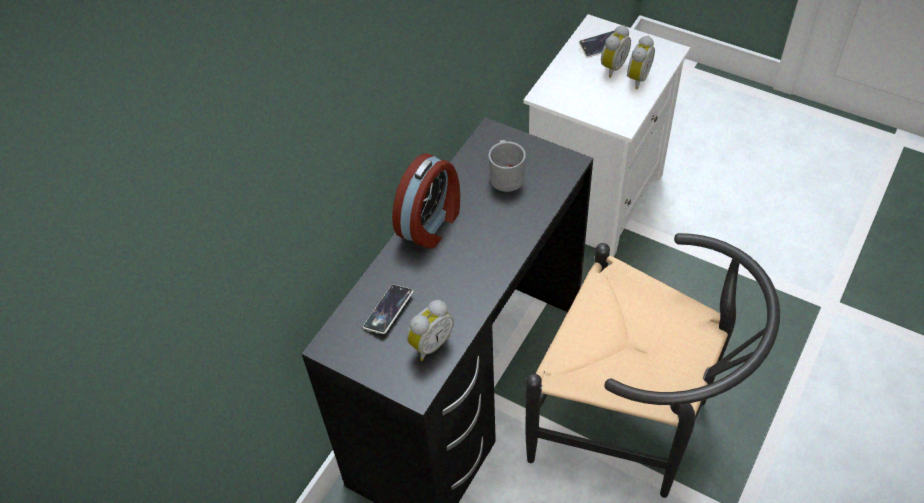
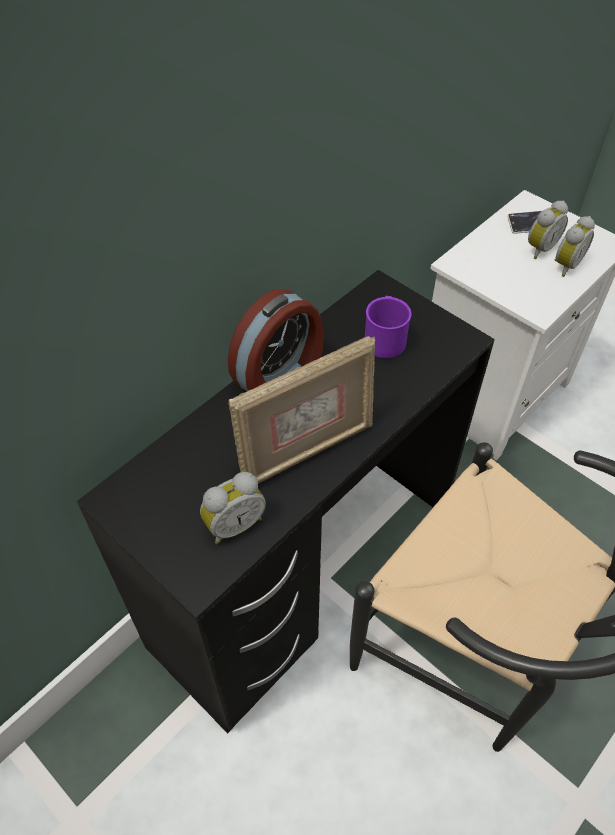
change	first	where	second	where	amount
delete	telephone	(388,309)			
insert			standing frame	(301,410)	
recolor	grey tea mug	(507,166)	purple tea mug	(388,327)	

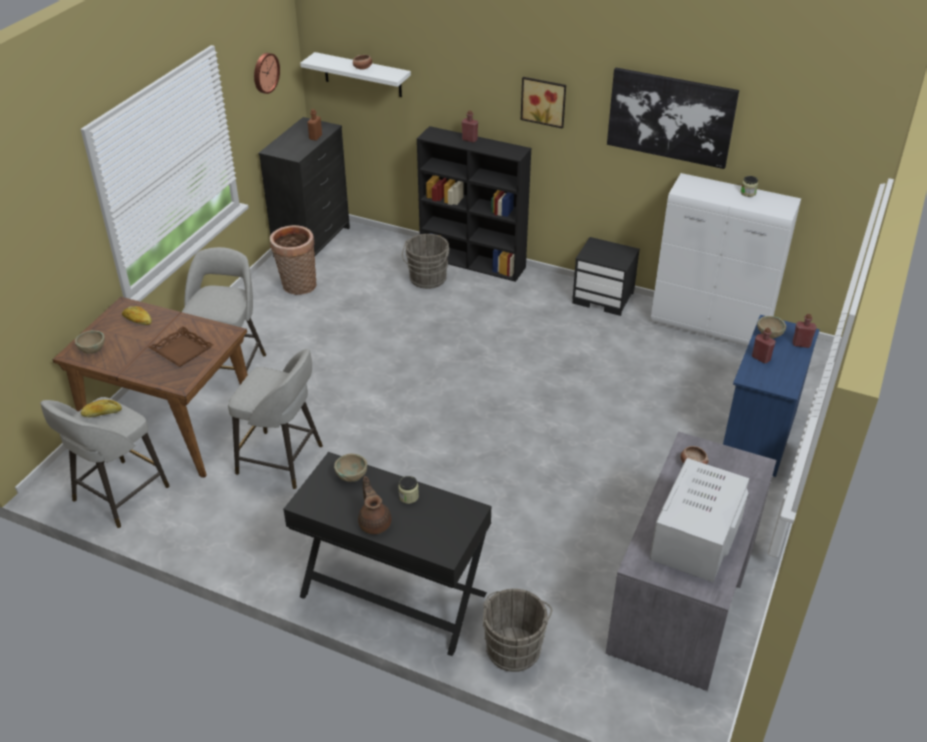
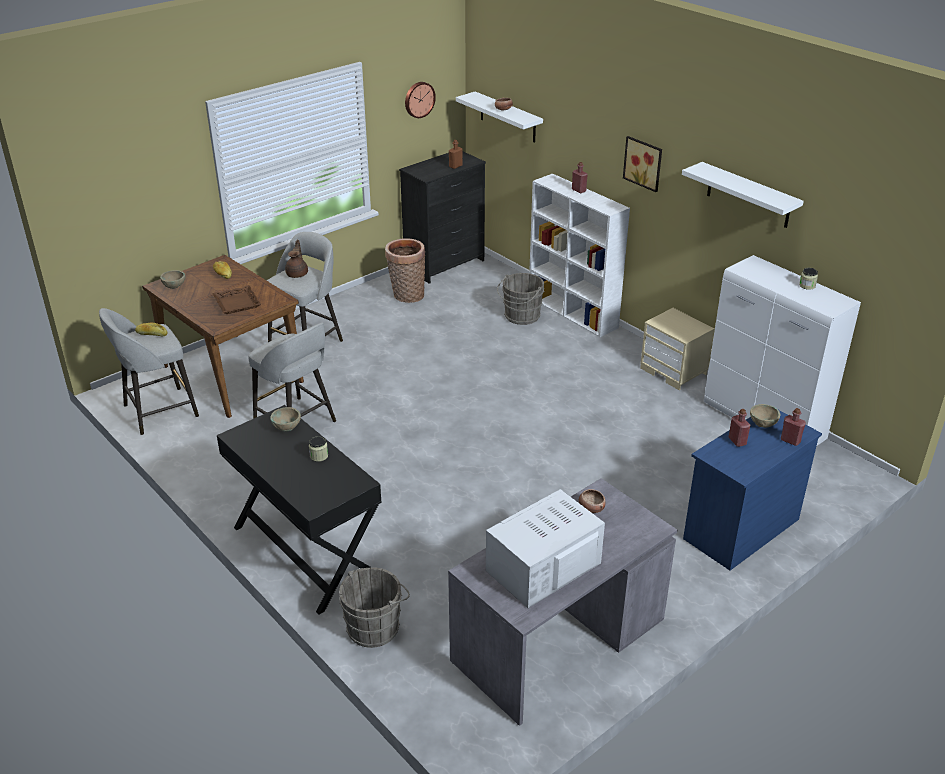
change	first	where	second	where	amount
move	brown-coloured teapot	(374,505)		(296,259)	
replace	picture	(673,118)	whitish bracket shelf	(743,195)	
recolor	black shelving unit	(474,204)	whitish shelving unit	(579,255)	
recolor	black bedside table	(606,276)	sand-coloured bedside table	(677,349)	

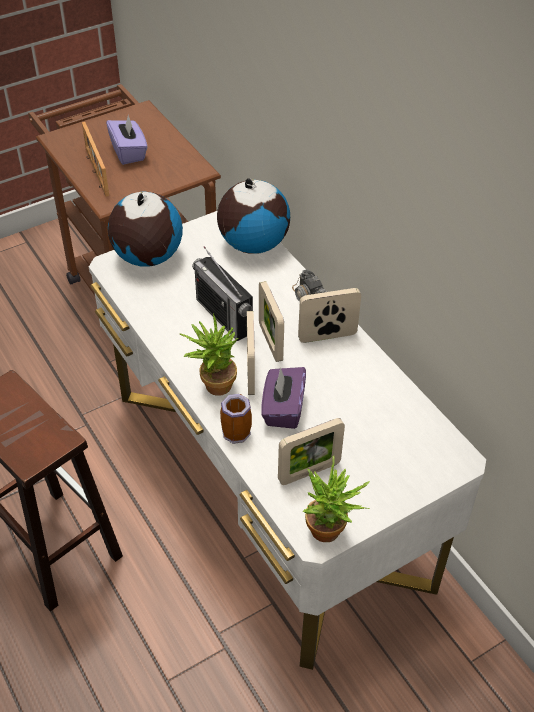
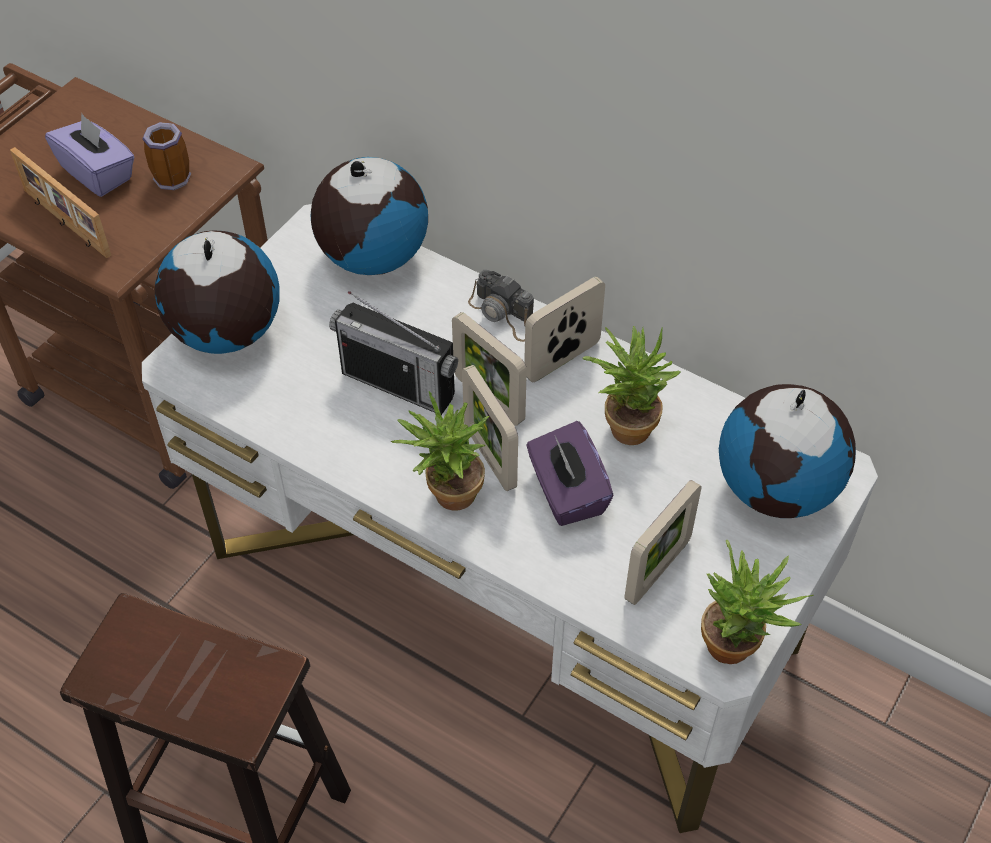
change	first	where	second	where	amount
insert			plant in a pot	(632,385)	
insert			desk globe	(787,451)	
move	tea mug	(236,419)		(166,156)	

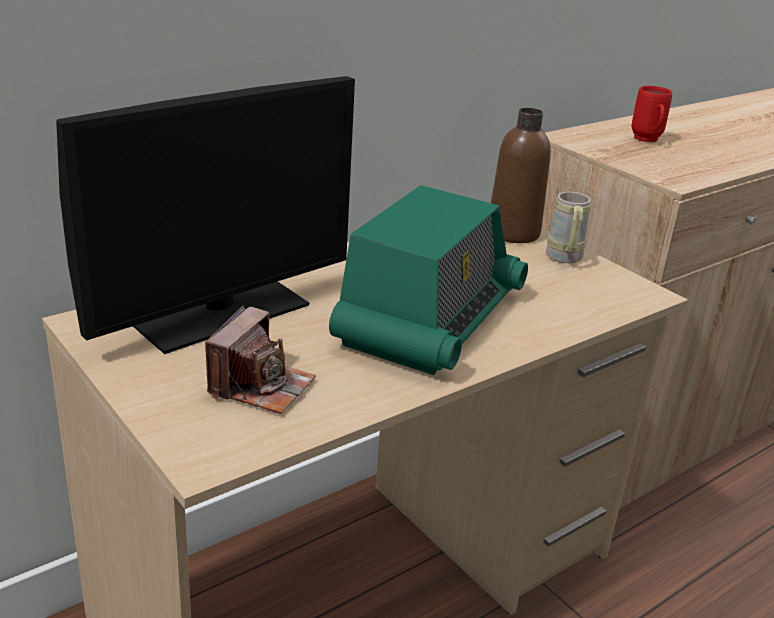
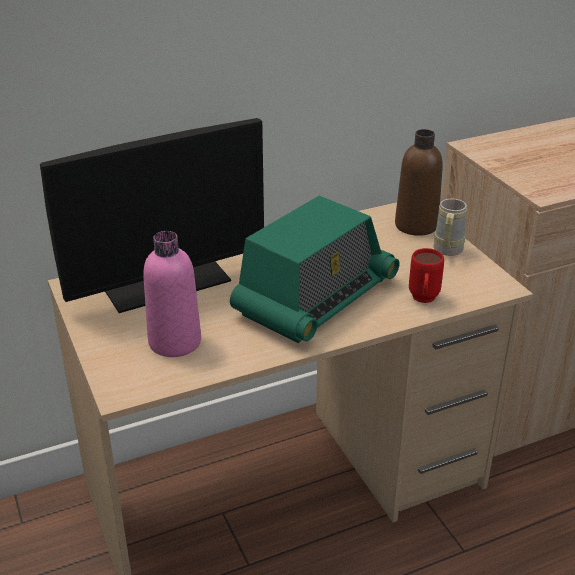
change	first	where	second	where	amount
move	red-coloured tea mug	(651,114)		(426,275)	
replace	photo camera	(260,359)	pinkish bottle	(172,294)	

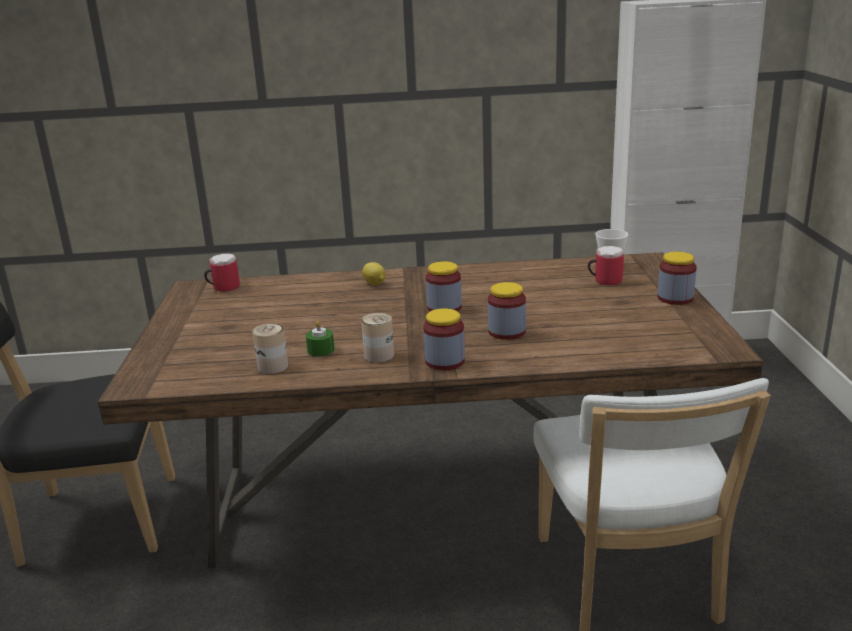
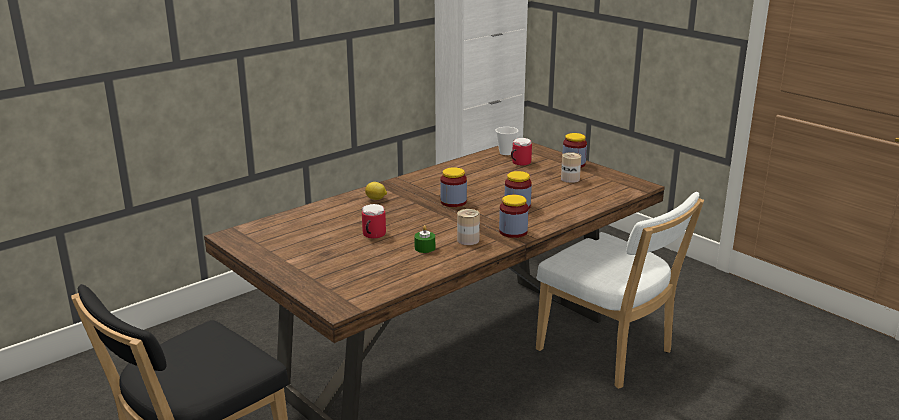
change	first	where	second	where	amount
move	tea mug	(222,273)		(374,221)	
move	metal can	(270,348)		(571,167)	

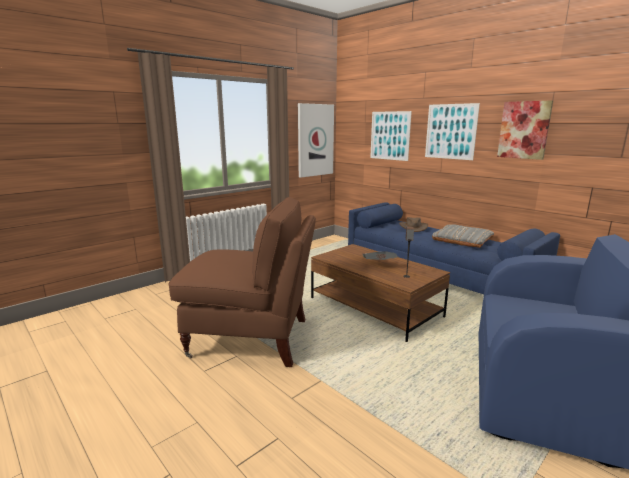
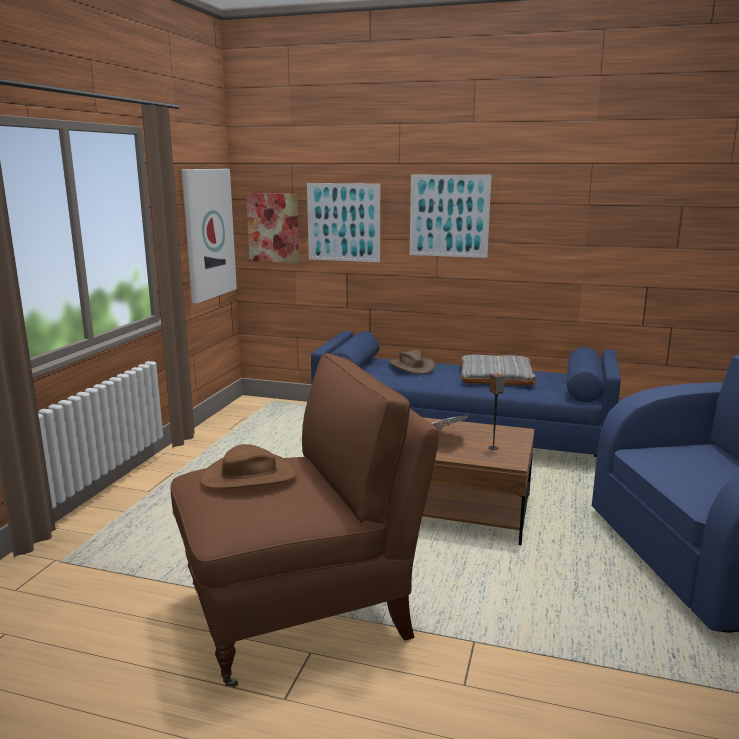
change	first	where	second	where	amount
insert			brown-coloured hat	(249,466)	
move	picture	(525,130)		(272,228)	

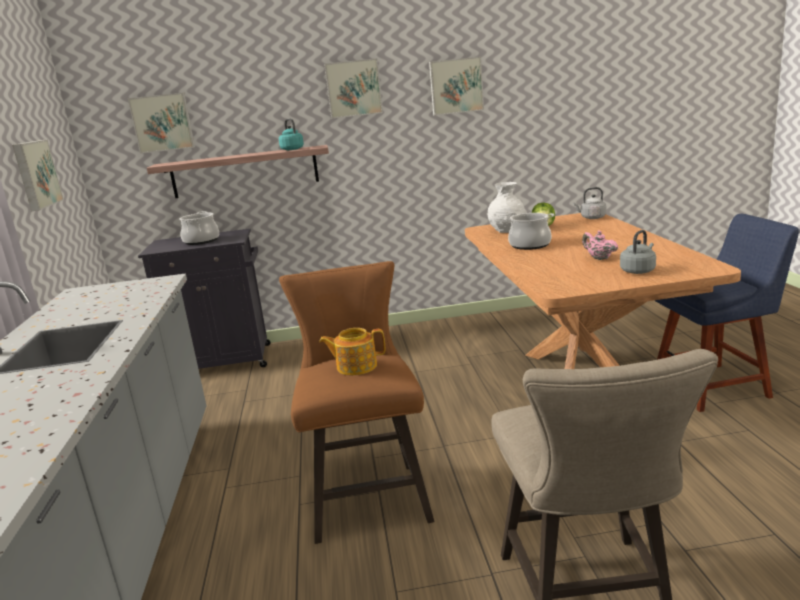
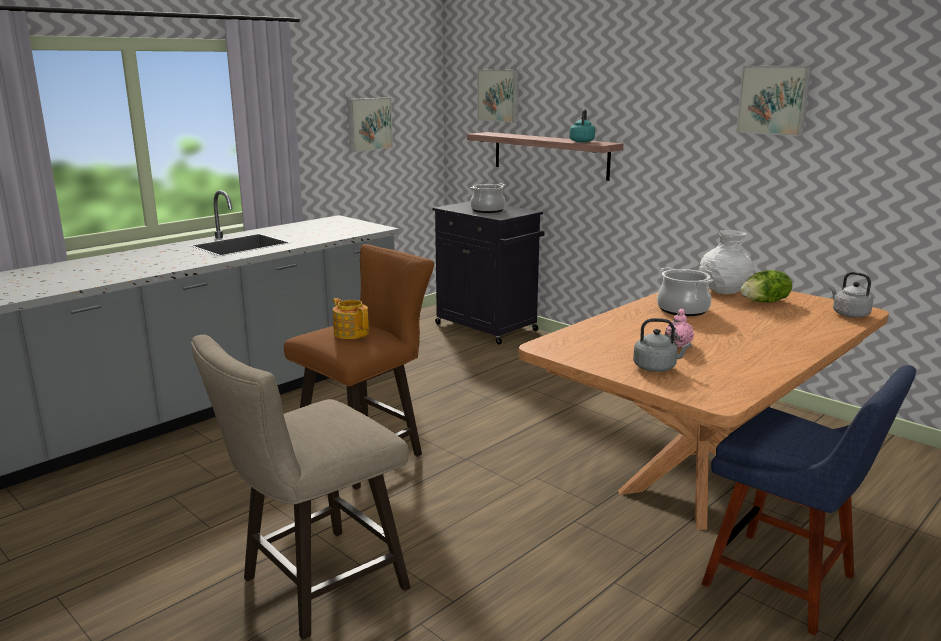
change	first	where	second	where	amount
delete	picture	(353,88)			

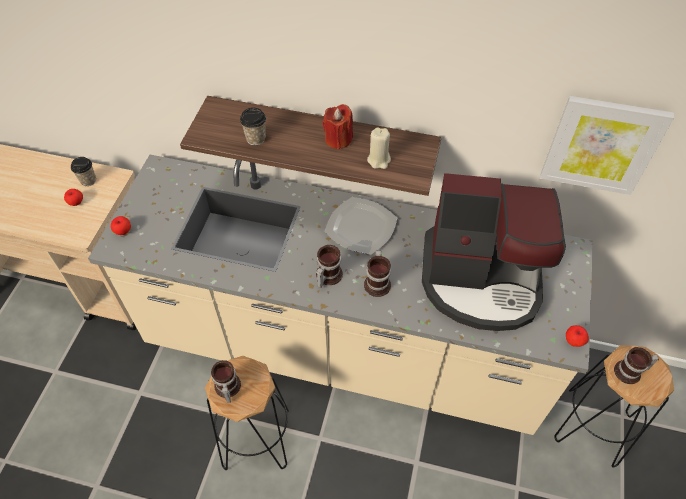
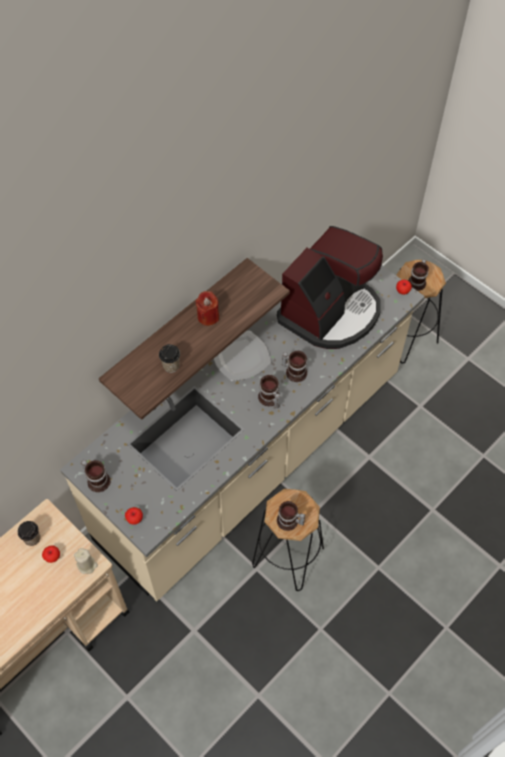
change	first	where	second	where	amount
delete	picture	(607,145)			
insert			tea mug	(95,476)	
move	sand-coloured wax candle	(379,148)		(86,561)	

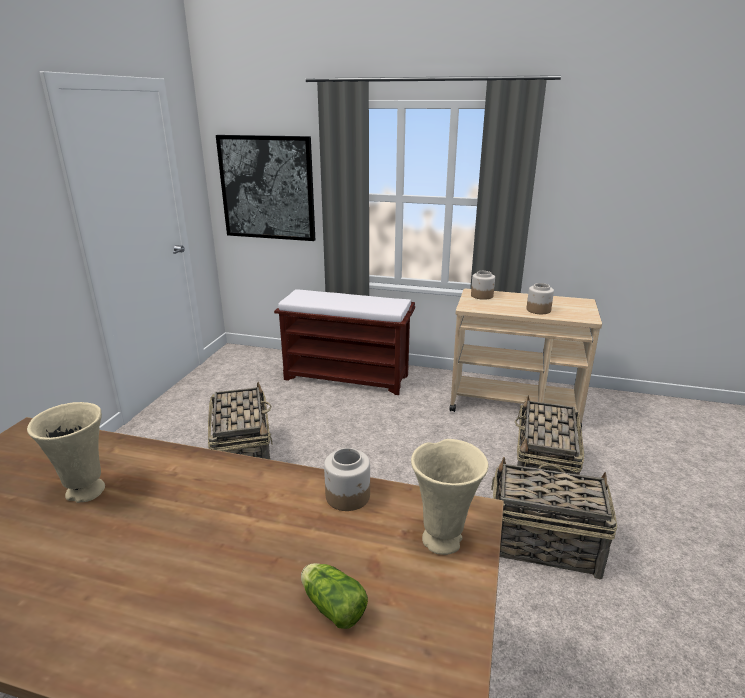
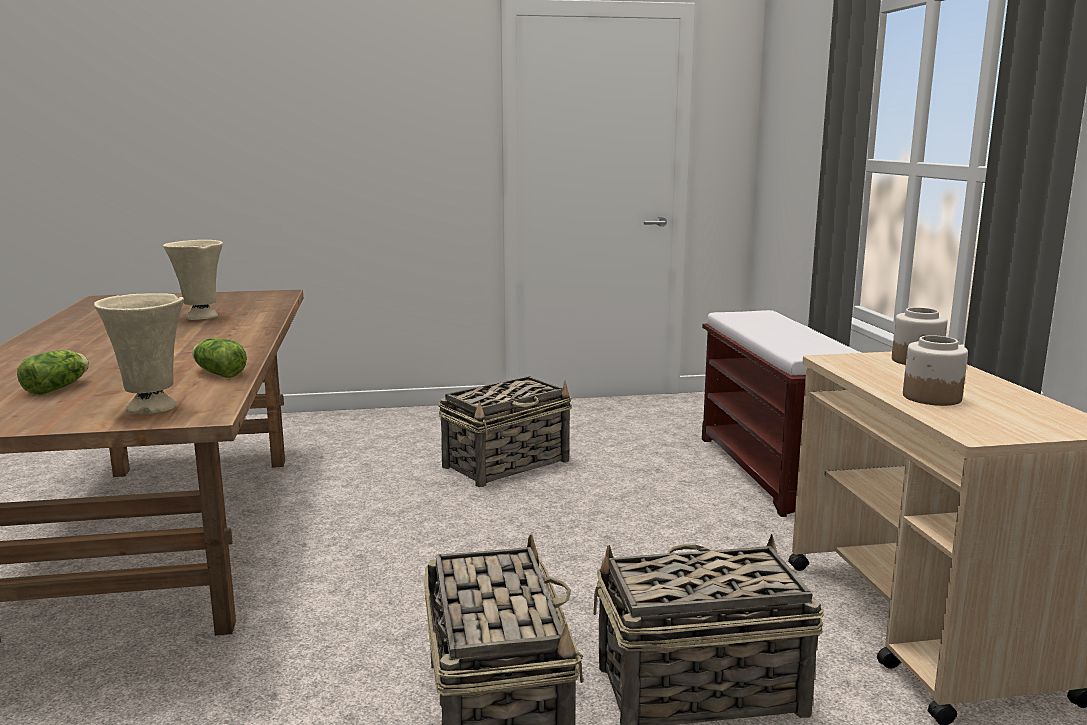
change	first	where	second	where	amount
delete	picture	(265,188)			
replace	preserve jar	(347,479)	head of lettuce	(219,358)	

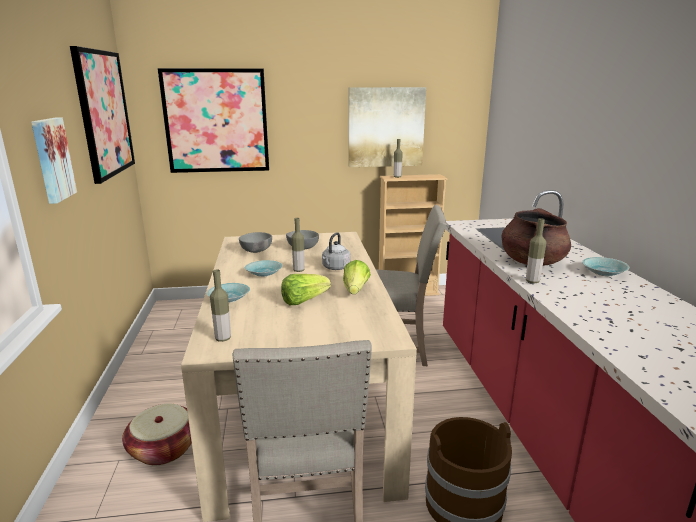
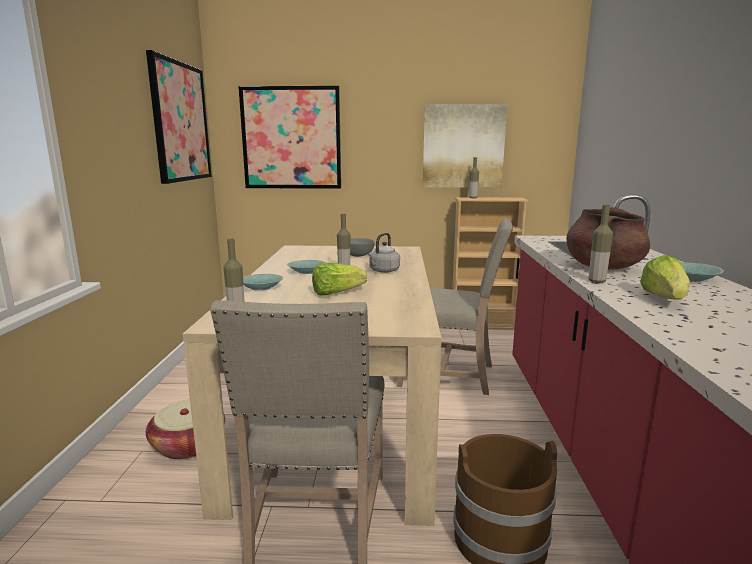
change	first	where	second	where	amount
delete	picture	(54,161)			
delete	grey deep dish	(255,242)			
move	head of lettuce	(357,277)		(665,277)	

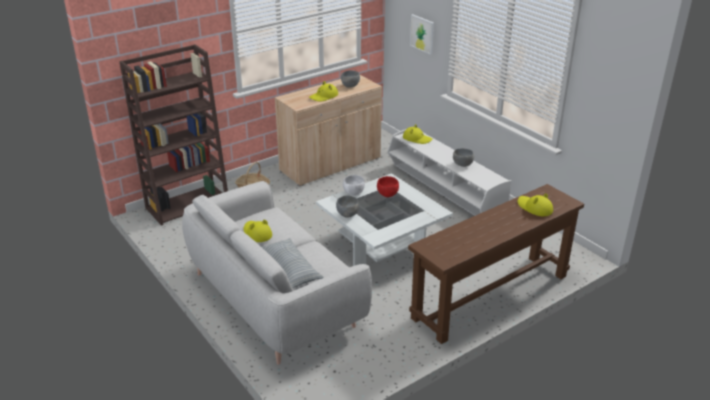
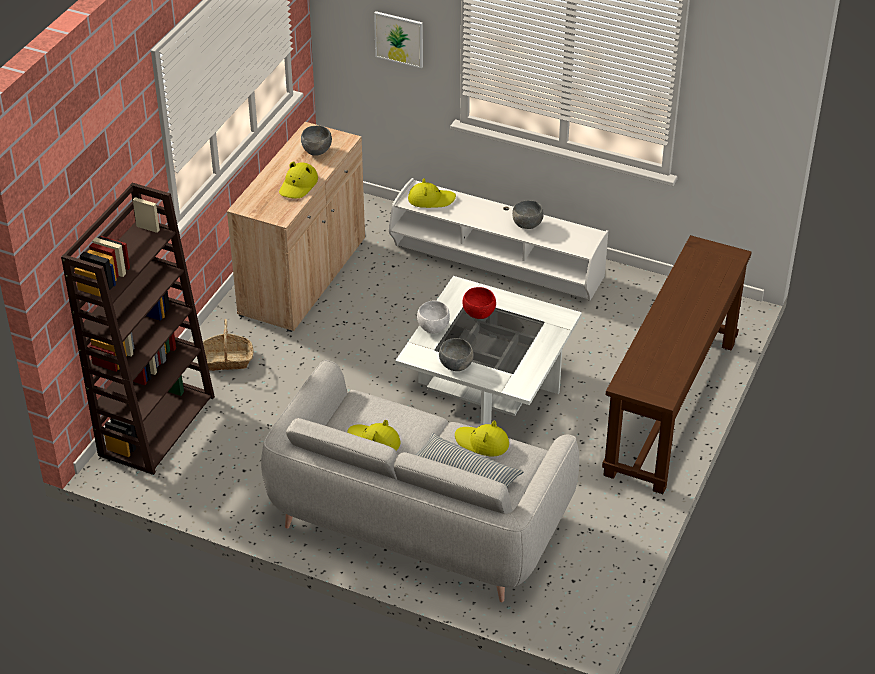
change	first	where	second	where	amount
move	yellow hat	(535,204)		(482,438)	

